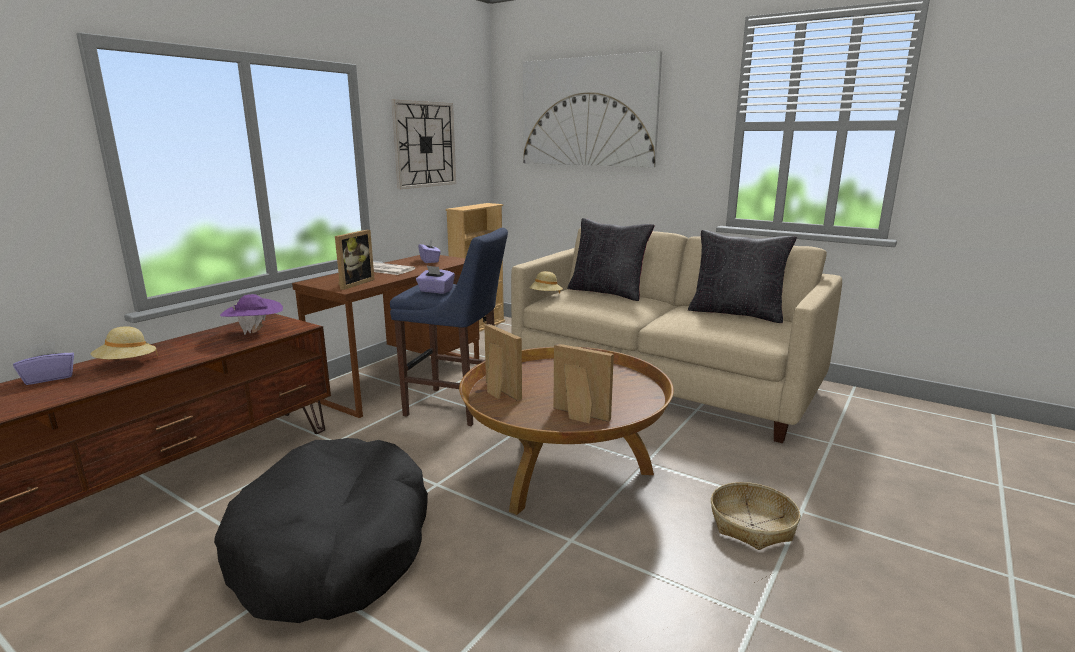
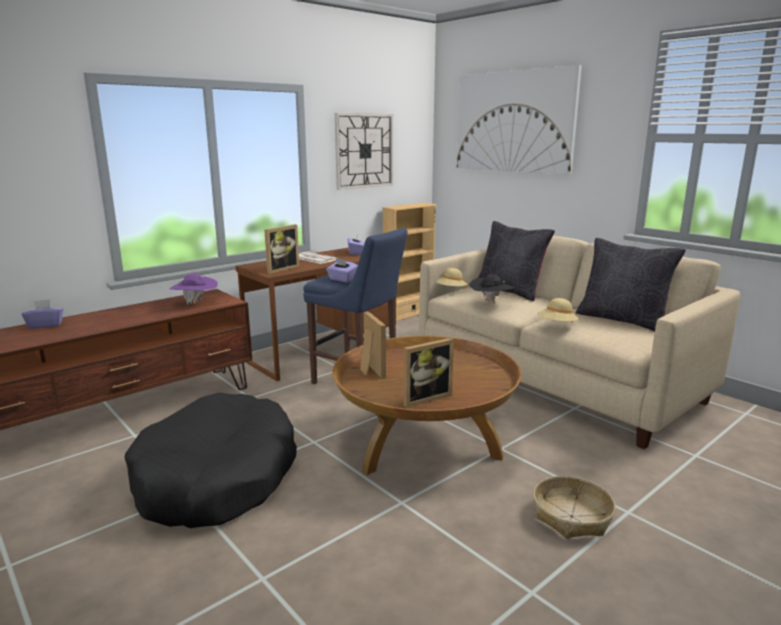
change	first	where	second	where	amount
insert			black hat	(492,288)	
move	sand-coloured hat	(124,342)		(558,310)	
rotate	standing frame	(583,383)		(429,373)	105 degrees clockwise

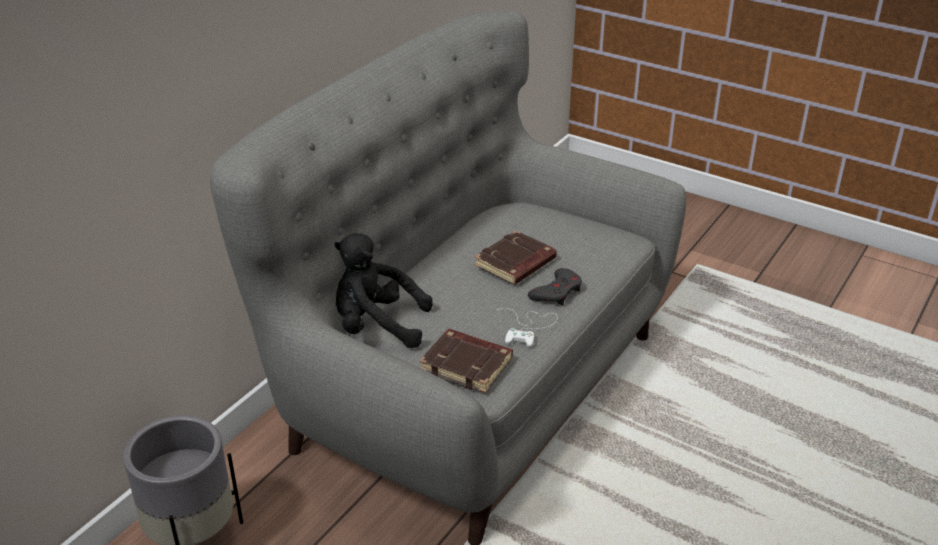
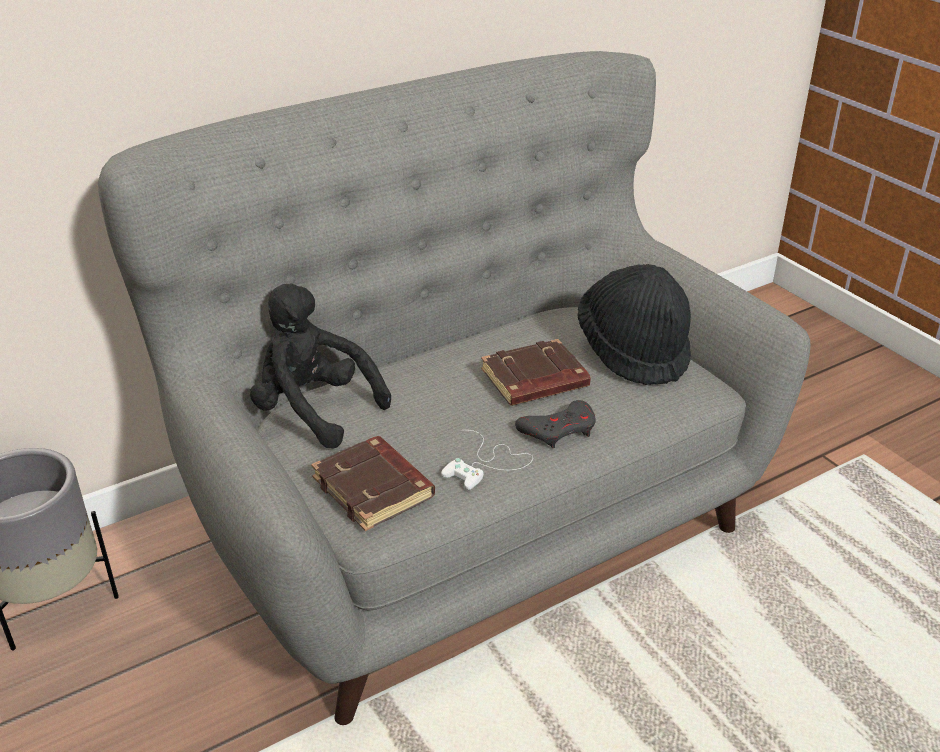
change	first	where	second	where	amount
insert			black hat	(634,324)	

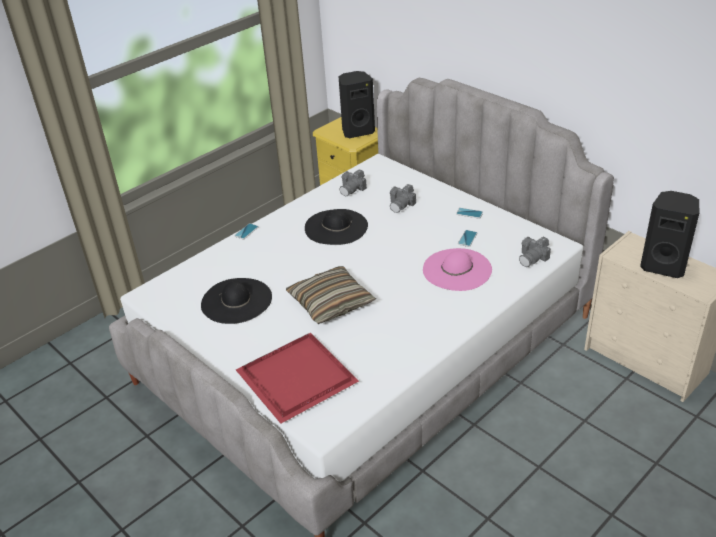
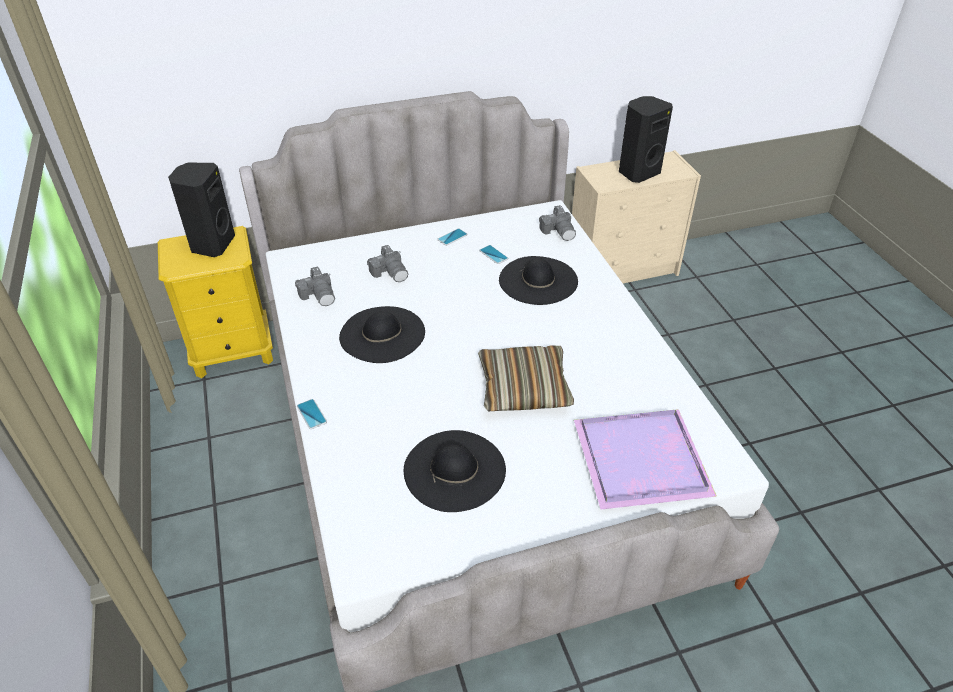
change	first	where	second	where	amount
recolor	red-coloured serving tray	(297,378)	purple serving tray	(645,459)	
recolor	pinkish hat	(457,269)	black hat	(538,280)	

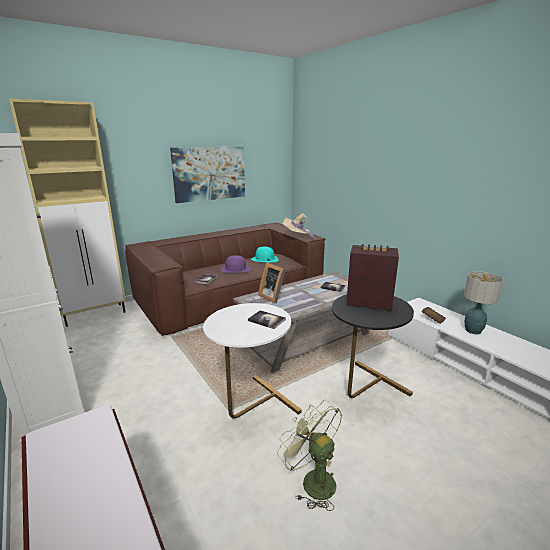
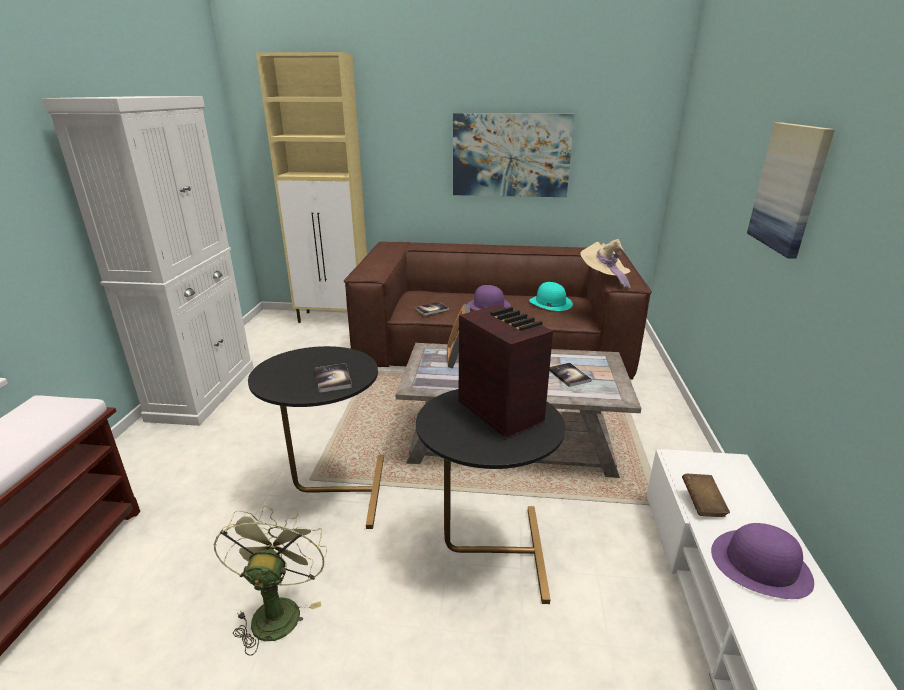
change	first	where	second	where	amount
insert			picture	(791,191)	
replace	tabletop lamp	(484,302)	purple hat	(762,561)	
recolor	whitish accent table	(252,361)	black accent table	(316,437)	

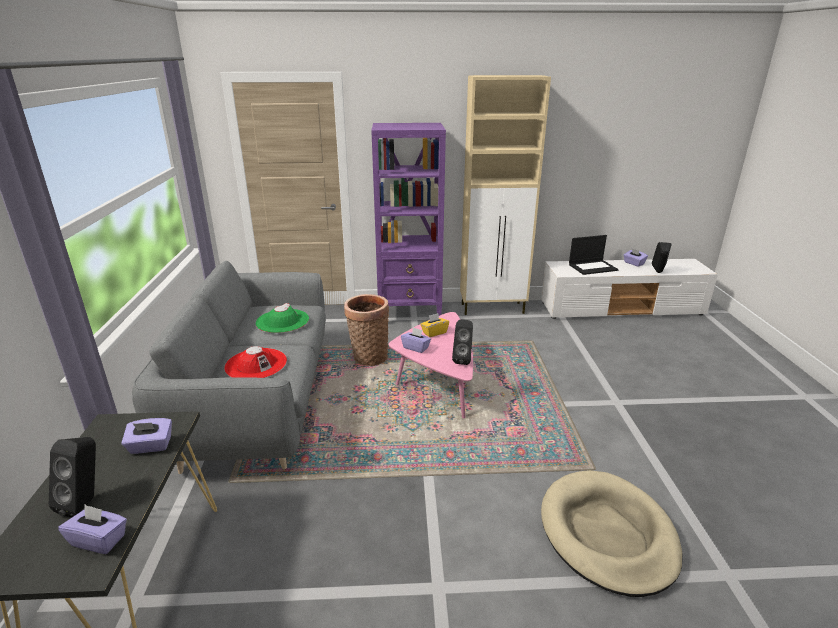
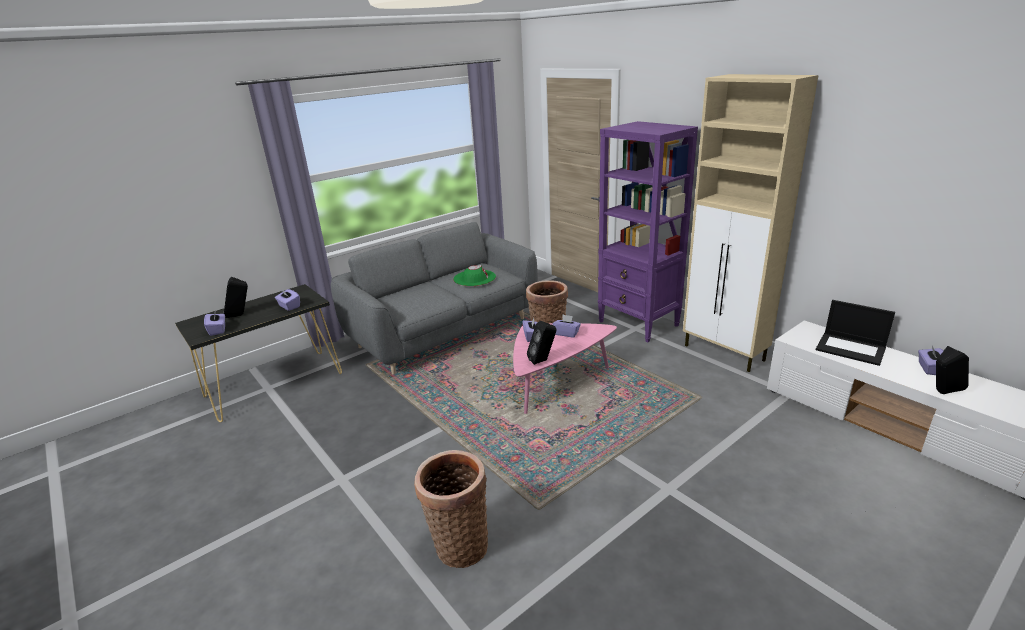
change	first	where	second	where	amount
delete	red-coloured hat	(255,362)			
replace	sand-coloured pet bed	(611,533)	basket	(451,509)	
recolor	yellow box of tissues	(435,325)	purple box of tissues	(566,326)	

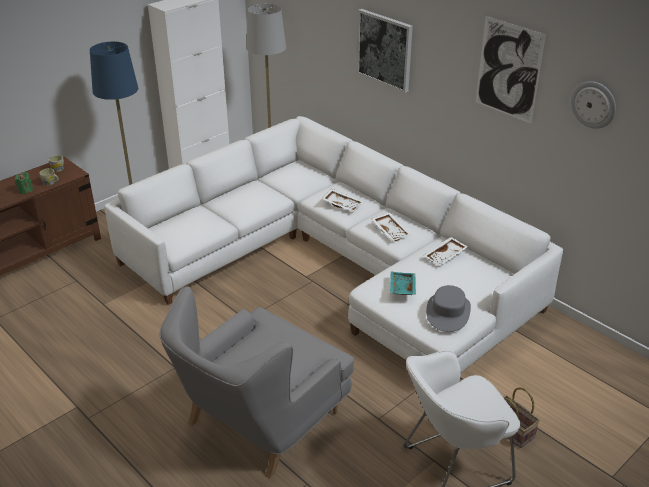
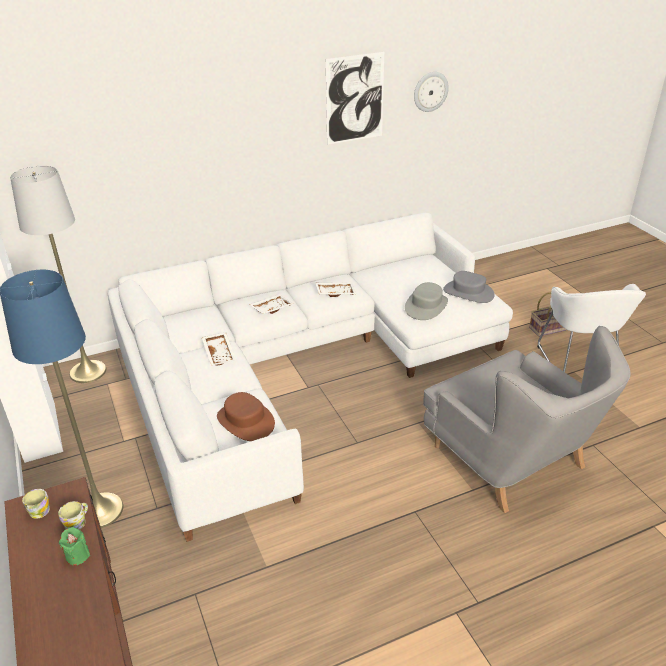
change	first	where	second	where	amount
delete	picture	(385,51)			
insert			brown-coloured hat	(246,416)	
move	whitish serving tray	(445,251)		(219,349)	
replace	blue-green serving tray	(403,283)	grey hat	(426,301)	

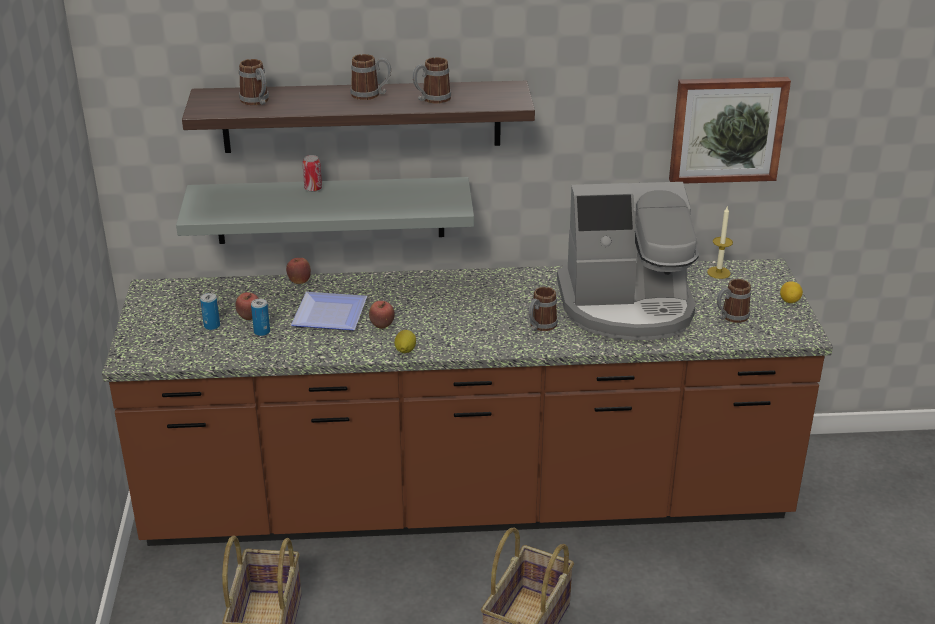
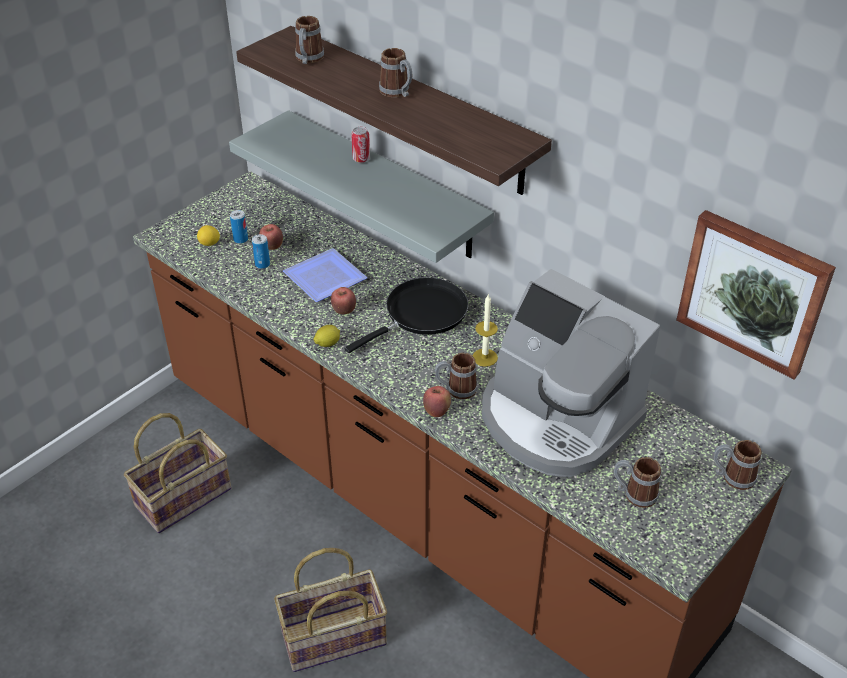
change	first	where	second	where	amount
insert			black frying pan	(406,315)	
move	apple fruit	(298,271)		(437,401)	
move	tea mug	(432,80)		(738,465)	
move	wax candle	(720,243)		(485,330)	
move	lemon	(791,292)		(208,235)	

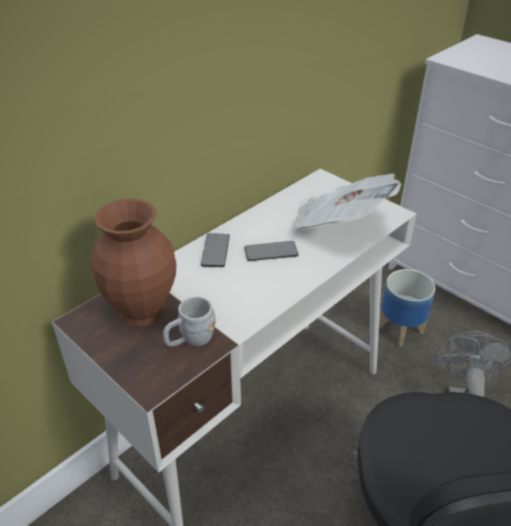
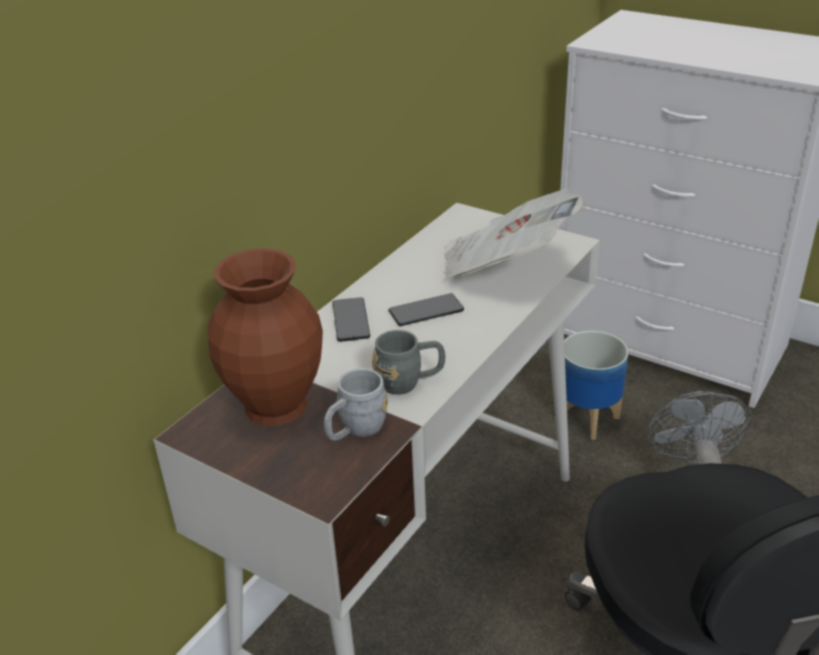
change	first	where	second	where	amount
insert			grey tea mug	(408,362)	

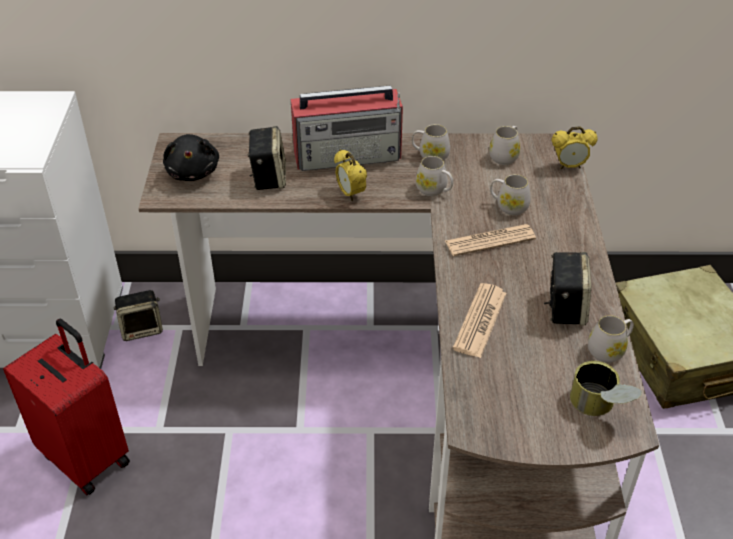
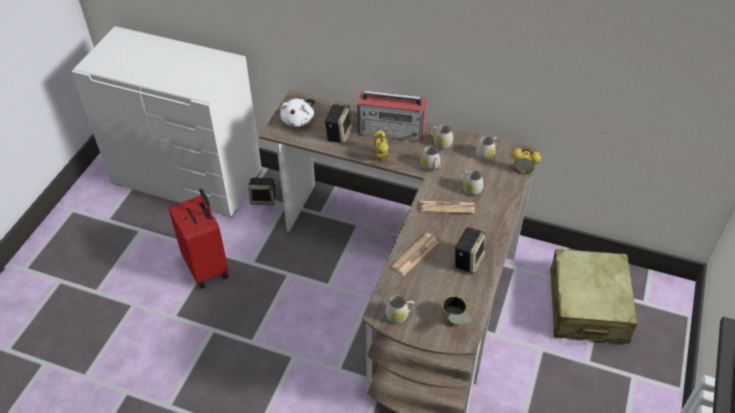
change	first	where	second	where	amount
move	whitish tea mug	(611,339)		(400,309)	
recolor	black cuddly toy	(191,157)	whitish cuddly toy	(297,112)	

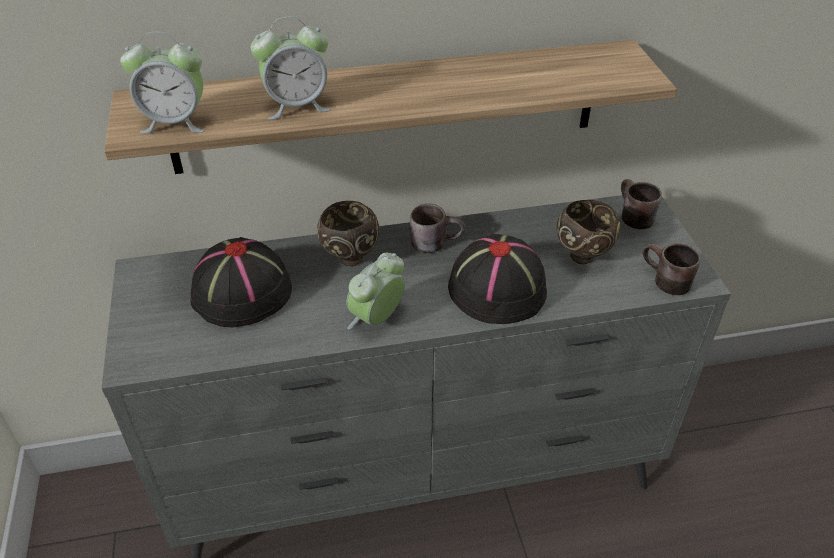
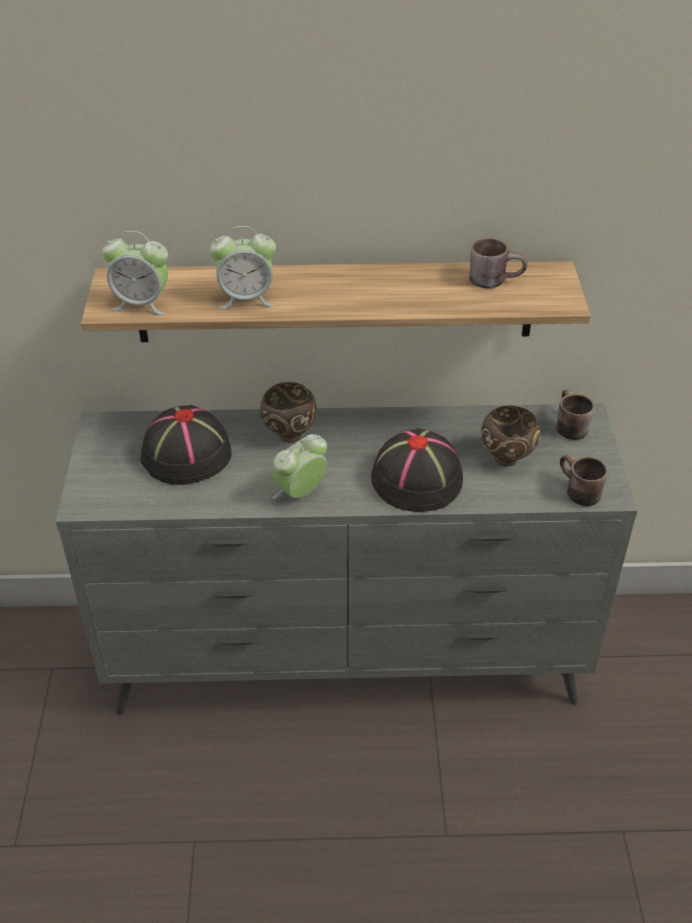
change	first	where	second	where	amount
move	brown-coloured tea mug	(437,228)		(498,262)	

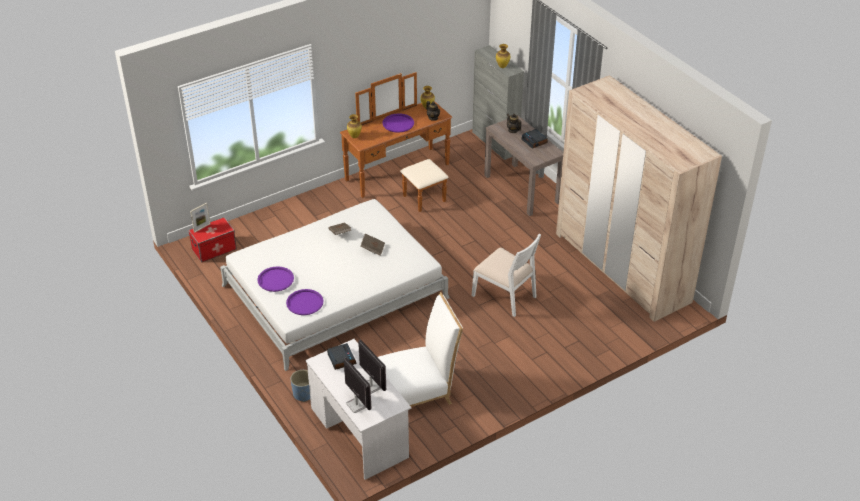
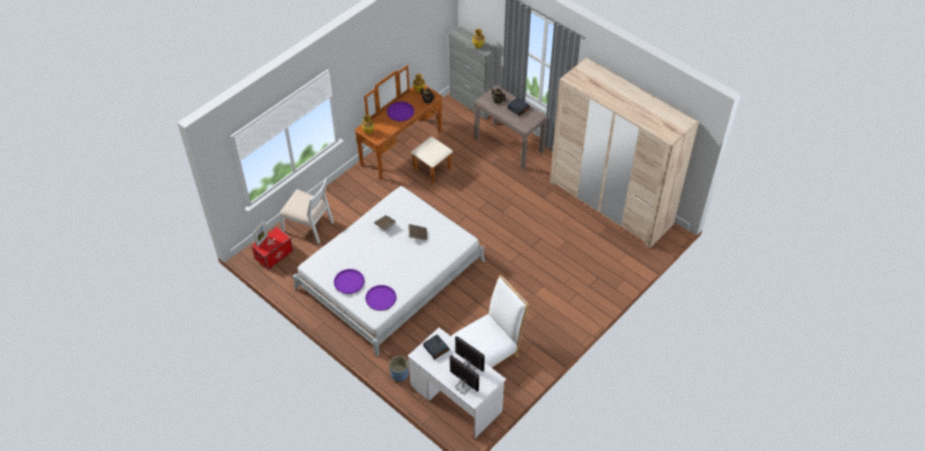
change	first	where	second	where	amount
move	whitish plain chair	(506,275)		(306,210)	

